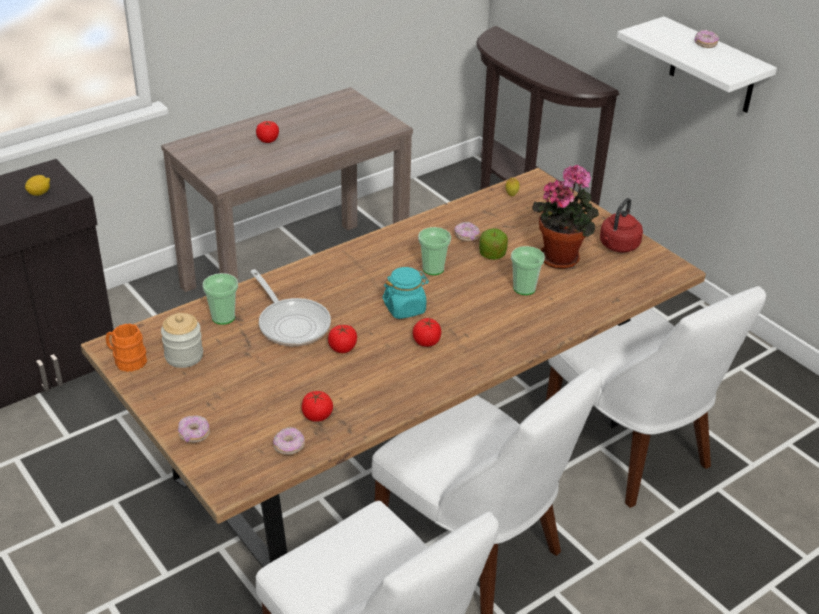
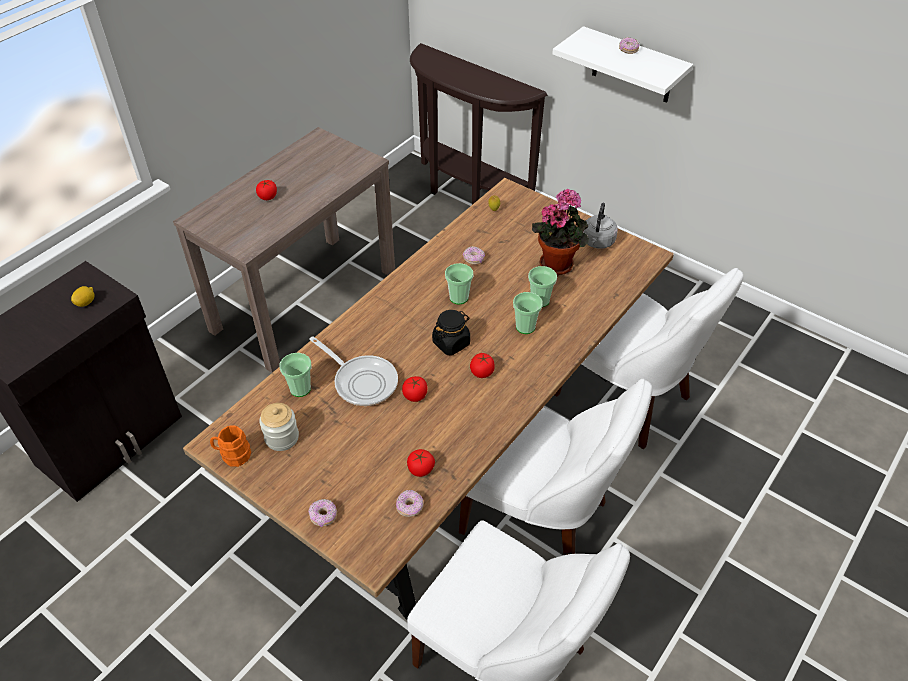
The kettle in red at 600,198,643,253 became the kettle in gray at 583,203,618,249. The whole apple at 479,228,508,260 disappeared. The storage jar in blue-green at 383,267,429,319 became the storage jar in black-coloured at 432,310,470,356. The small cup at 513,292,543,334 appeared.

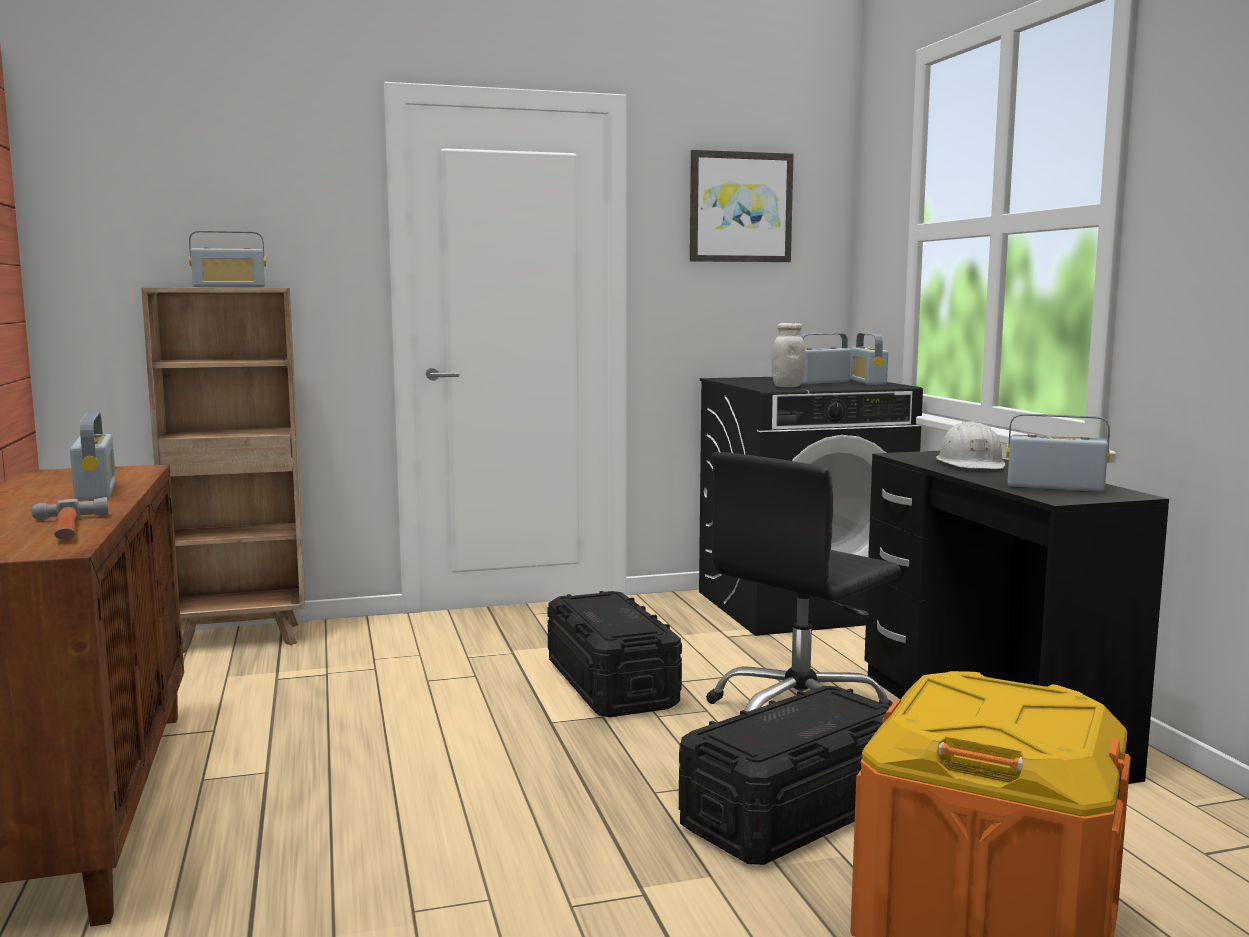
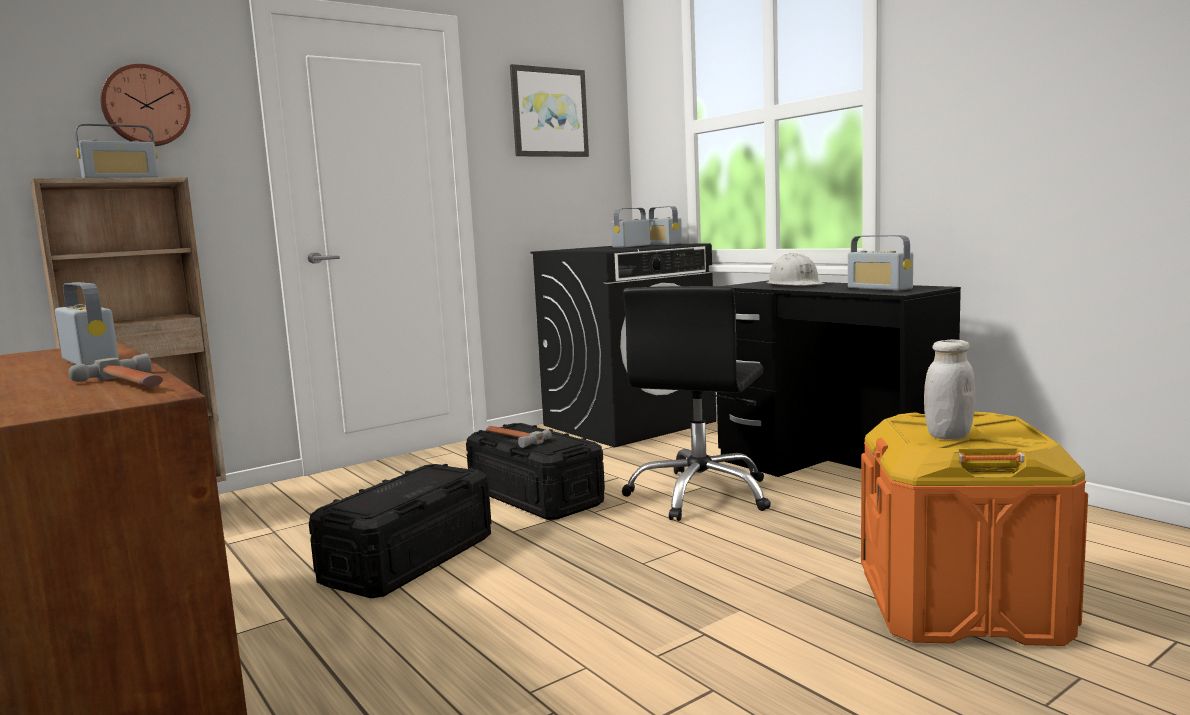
The storage jar in whitish moved from 772,323,806,387 to 924,339,975,440. The radio receiver at 1006,413,1110,492 turned 120 degrees counterclockwise. The storage bin in black-coloured moved from 679,686,890,865 to 309,464,491,598. The wall clock at 100,64,191,146 appeared. The hand hammer at 486,426,552,448 appeared.

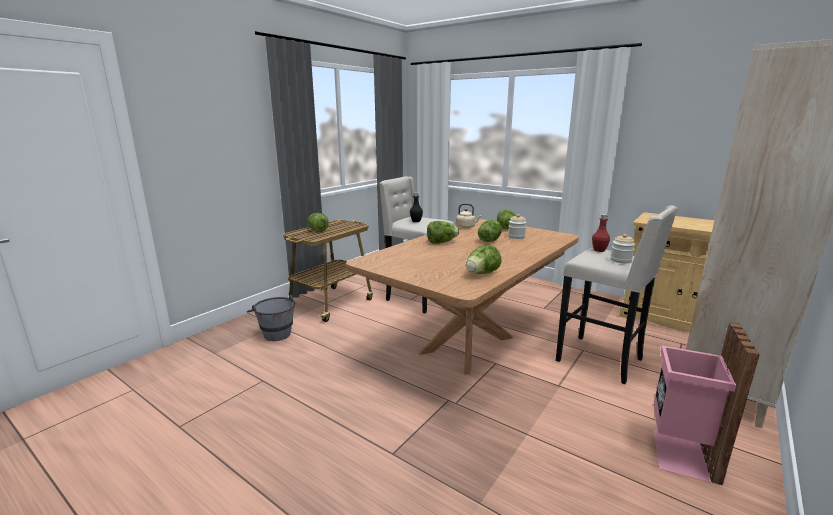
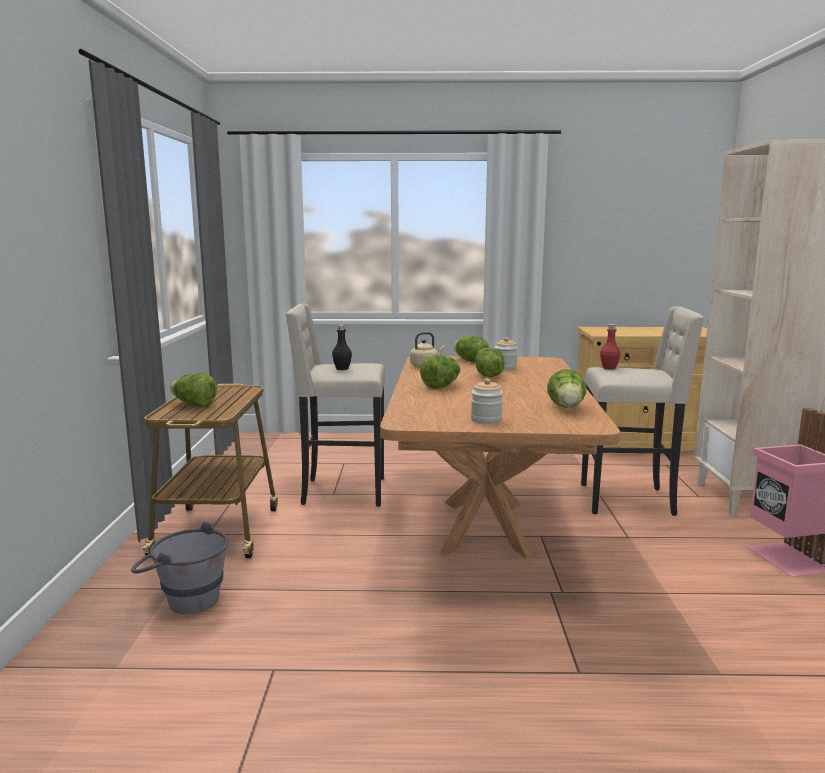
The storage jar moved from 610,234,635,263 to 471,378,503,424.

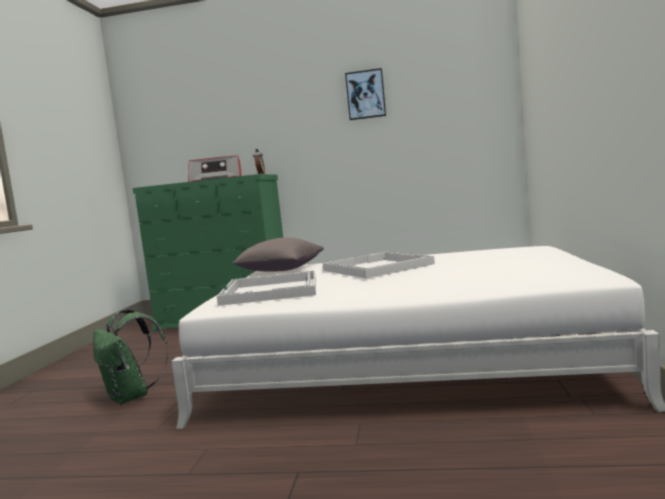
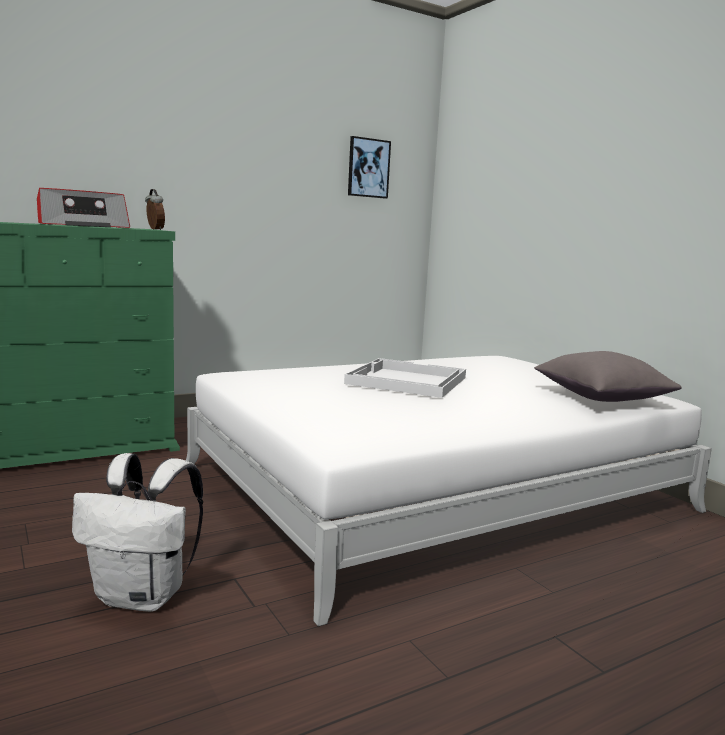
The picture moved from 345,68,386,120 to 348,136,391,199. The pillow in gray moved from 232,237,324,272 to 534,351,681,402. The tray in whitish at 217,270,316,306 disappeared. The knapsack in green at 93,309,168,404 became the knapsack in whitish at 72,453,203,612.

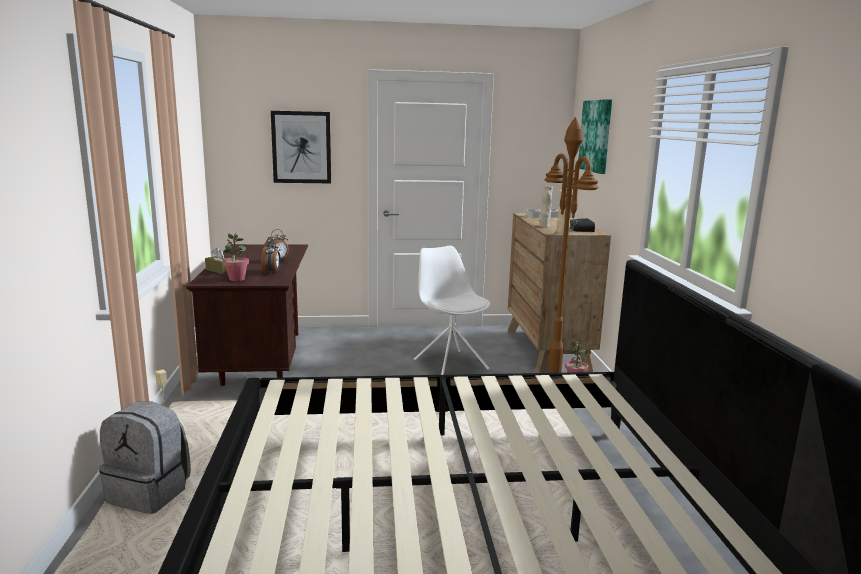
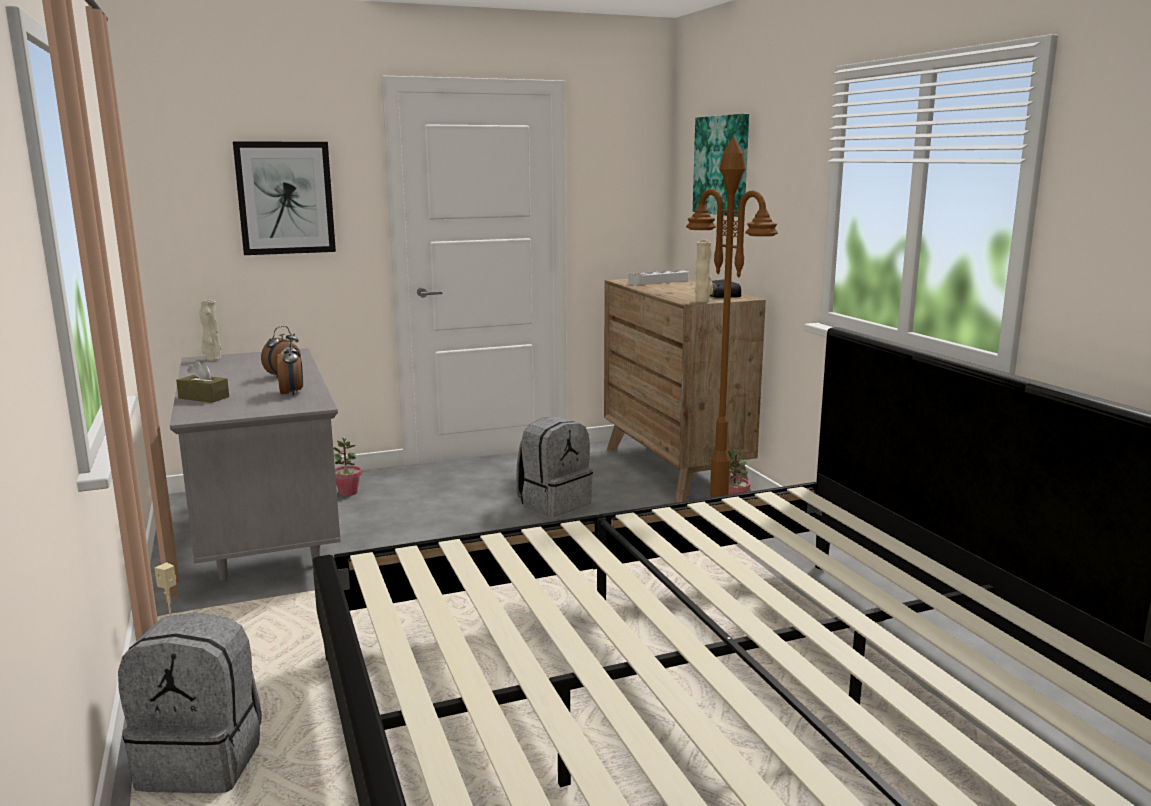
The vase in sand-coloured moved from 538,186,553,227 to 200,300,221,361. The houseplant moved from 223,232,249,281 to 333,437,362,496. The desk unit in brown-coloured at 186,244,308,386 became the desk unit in gray at 170,348,340,581. The upright chair in whitish at 414,245,490,375 was replaced by the knapsack in gray at 516,417,593,517.

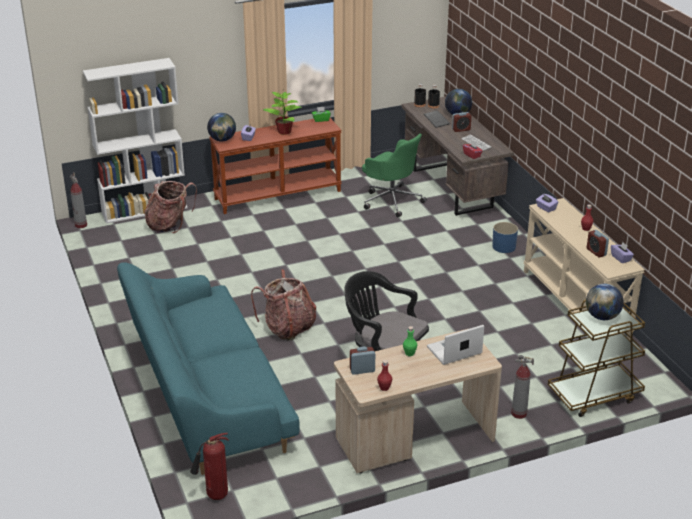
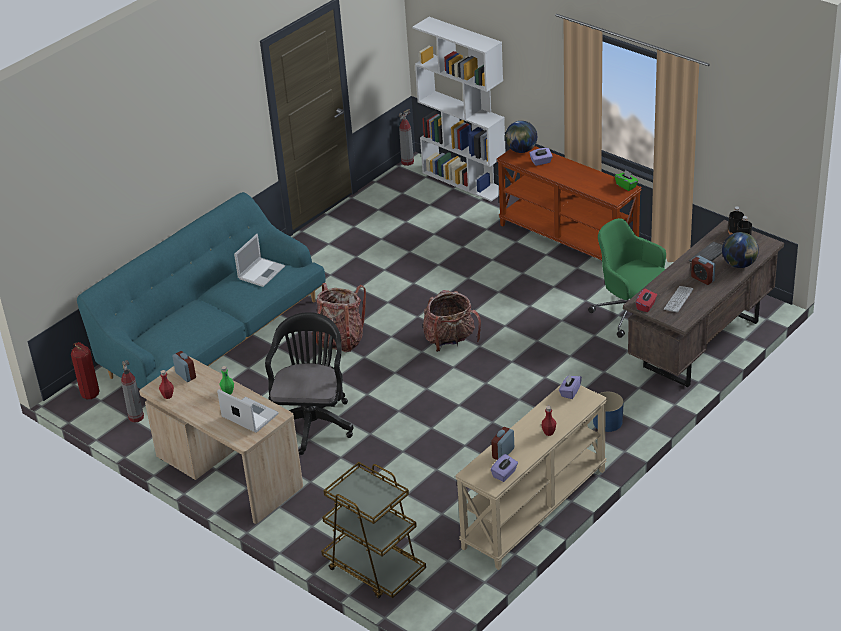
The houseplant at 263,92,302,135 disappeared. The desk chair in green at 362,134,427,217 turned 120 degrees clockwise. The knapsack moved from 144,181,197,234 to 423,290,481,352. The globe at 586,283,624,320 disappeared. The extinguisher moved from 511,355,534,419 to 121,360,144,423. The notebook computer at 234,234,285,287 appeared.

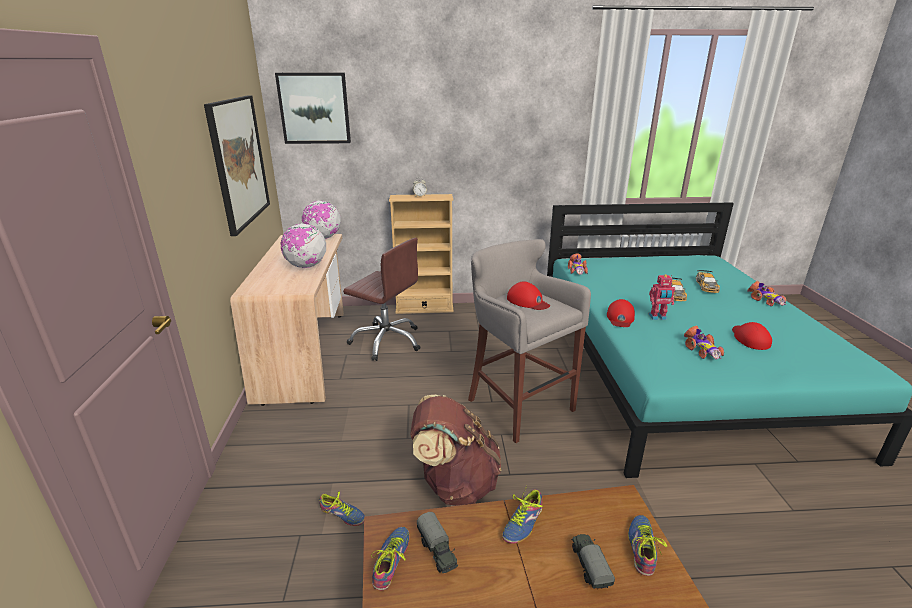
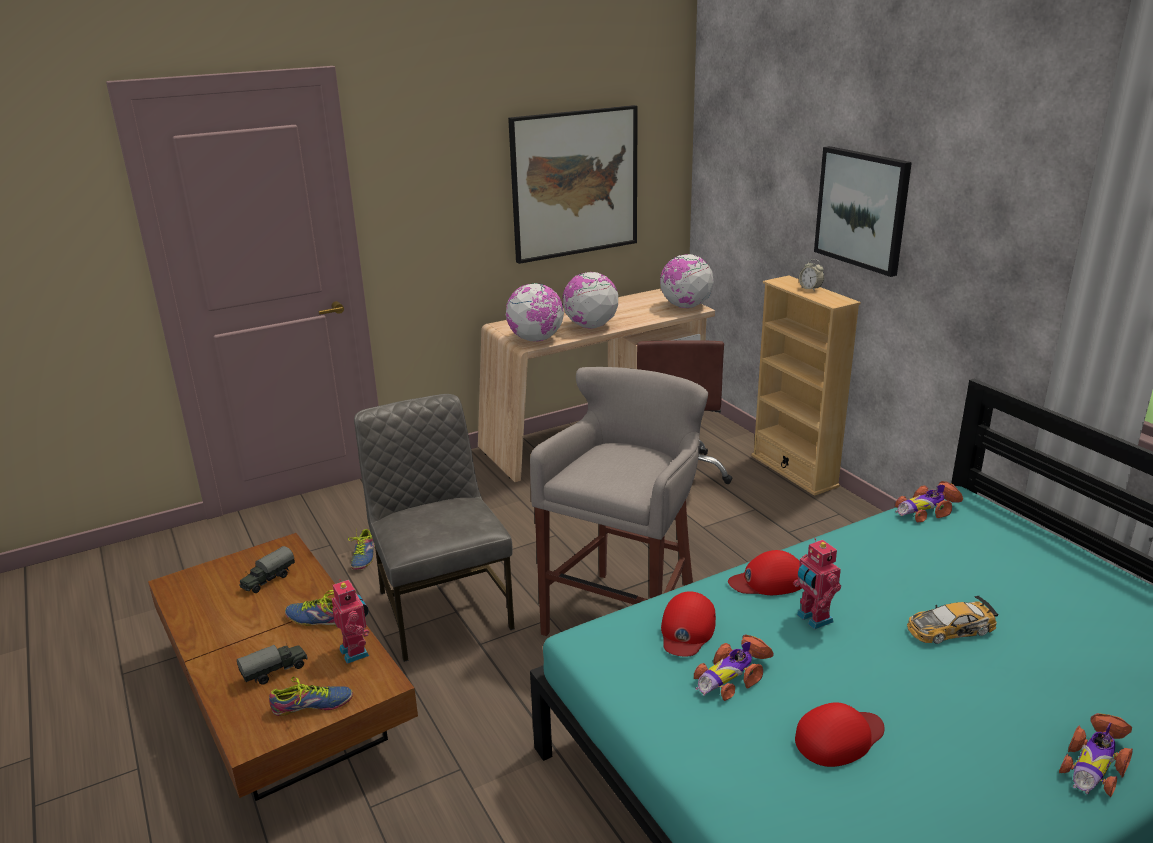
The picture moved from 275,73,351,144 to 814,146,912,277. The toy car at 696,270,720,293 disappeared. The baseball cap in red moved from 507,282,550,310 to 661,591,716,657. The knapsack in brown-coloured at 410,395,501,506 was replaced by the upright chair in gray at 354,394,515,662. The shoe at 371,527,409,590 disappeared. The globe at 506,283,564,342 appeared. The robot figure at 331,579,370,664 appeared.

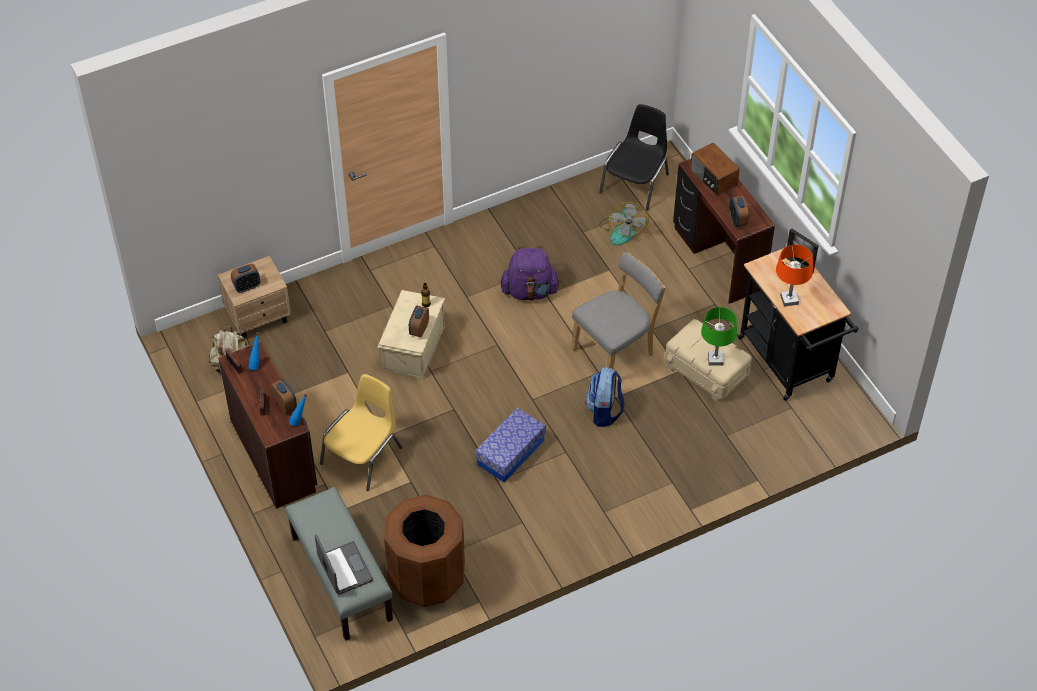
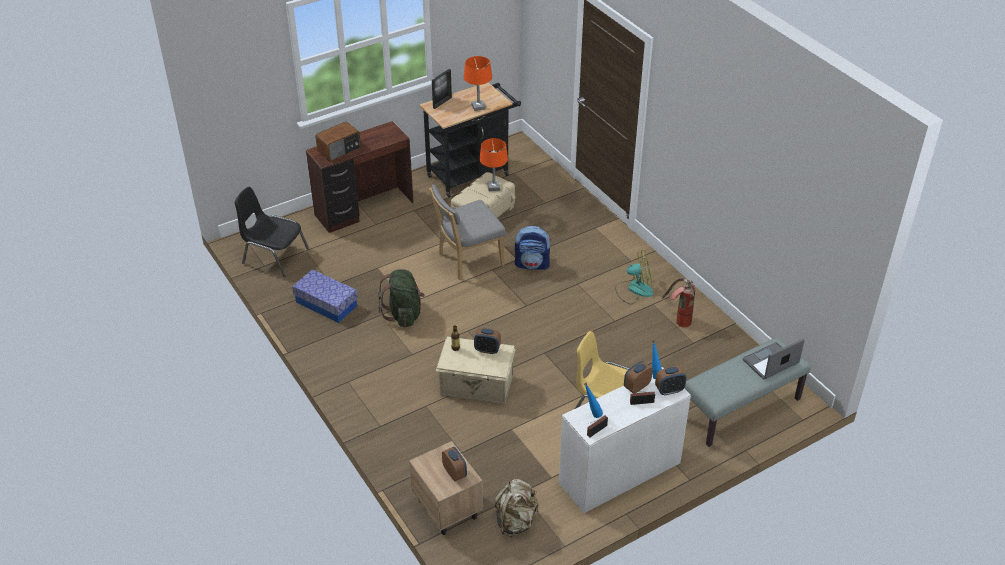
The bedside clock moved from 729,196,749,227 to 655,366,687,396. The cooling fan moved from 599,202,649,245 to 615,249,654,304. The knapsack in purple at 501,246,560,301 became the knapsack in green at 378,269,425,327. The upright chair in gray at 572,252,666,369 turned 75 degrees counterclockwise. The table lamp in green at 701,307,737,365 became the table lamp in orange at 479,138,508,191. The desk unit in brown-coloured at 218,341,317,509 became the desk unit in whitish at 559,367,691,513. The storage bin moved from 475,408,546,483 to 292,269,358,323. The rubbish bin in brown-coloured at 384,495,465,607 disappeared. The extinguisher at 661,278,695,328 appeared.

